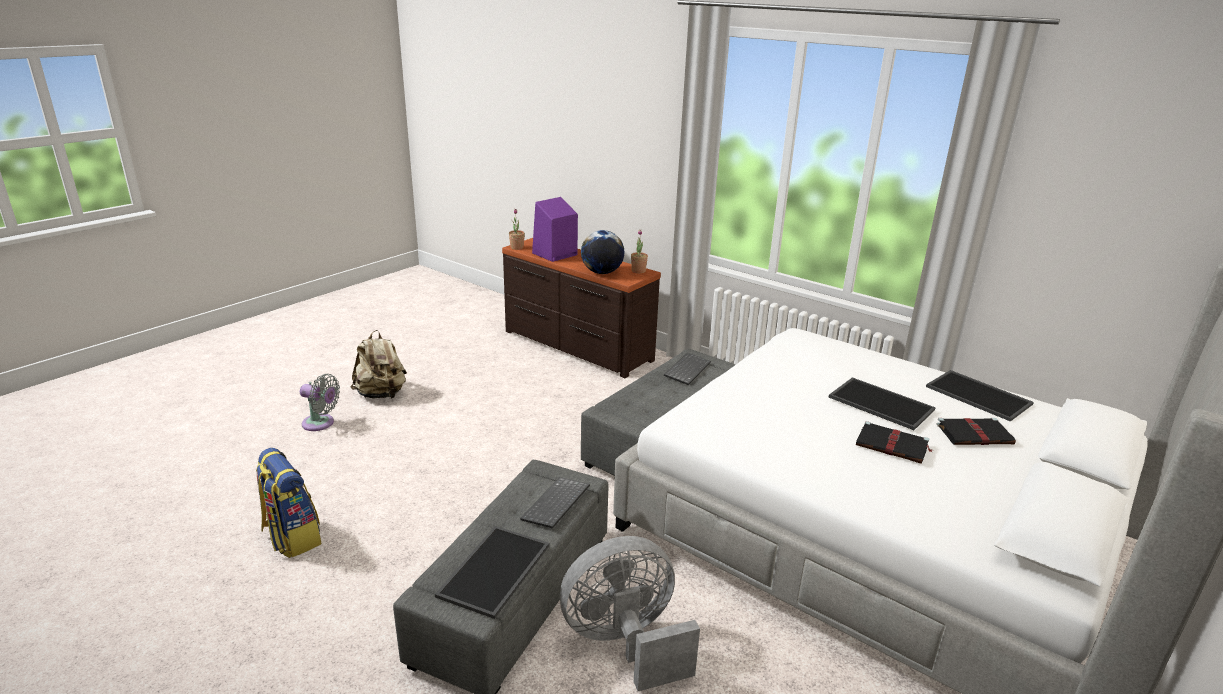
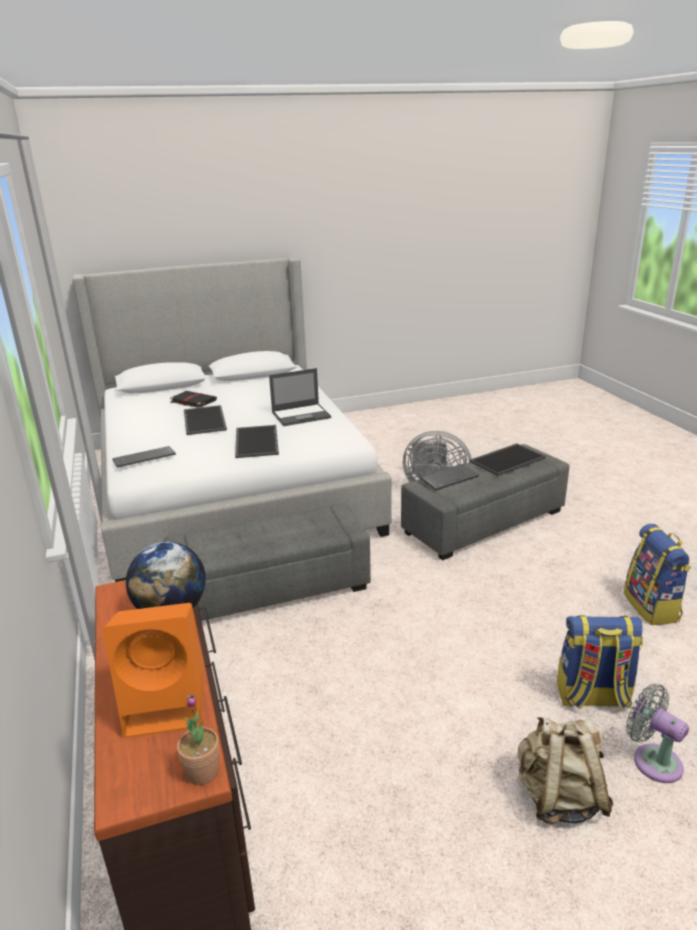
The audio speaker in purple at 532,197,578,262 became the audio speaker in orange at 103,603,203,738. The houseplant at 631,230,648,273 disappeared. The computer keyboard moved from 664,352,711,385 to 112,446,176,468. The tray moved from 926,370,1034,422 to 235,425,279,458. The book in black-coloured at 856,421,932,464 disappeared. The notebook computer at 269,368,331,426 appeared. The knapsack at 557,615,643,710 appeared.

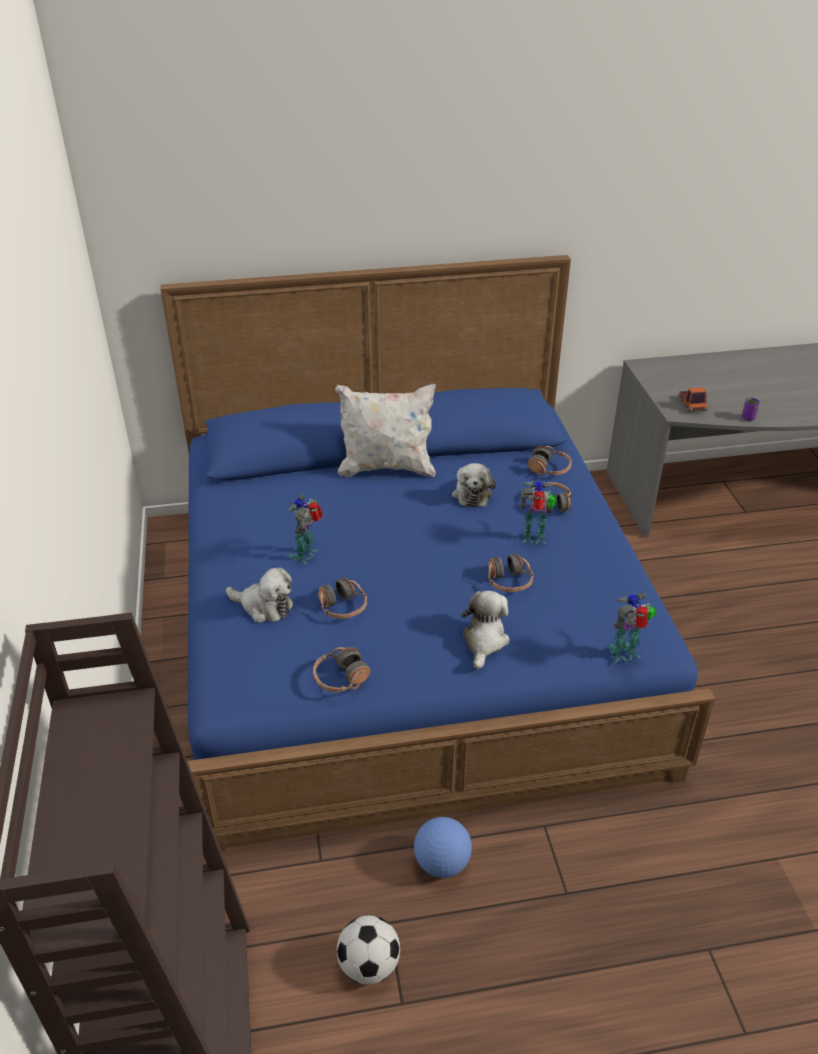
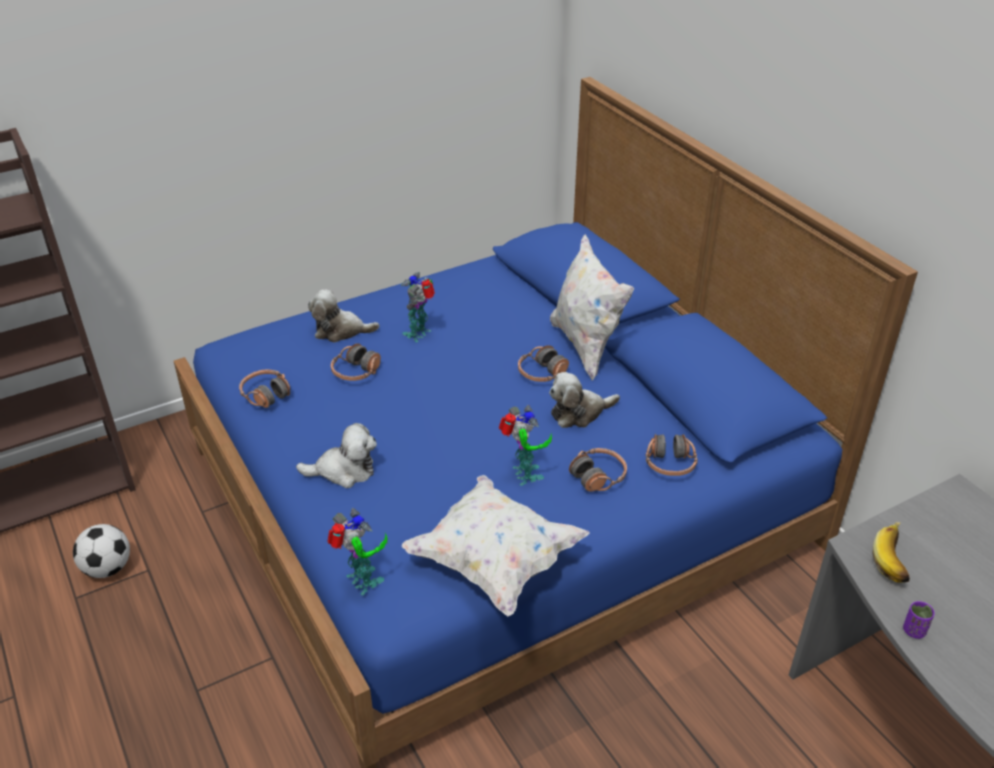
The toy truck at 679,387,708,412 was replaced by the whole banana at 872,522,910,583. The robot figure at 288,494,323,564 turned 60 degrees counterclockwise. The headphones moved from 488,553,534,592 to 518,345,569,382. The plush toy at 226,567,293,623 turned 90 degrees clockwise. The ball for football at 414,817,472,878 disappeared. The pillow in whitish at 402,475,590,616 appeared.

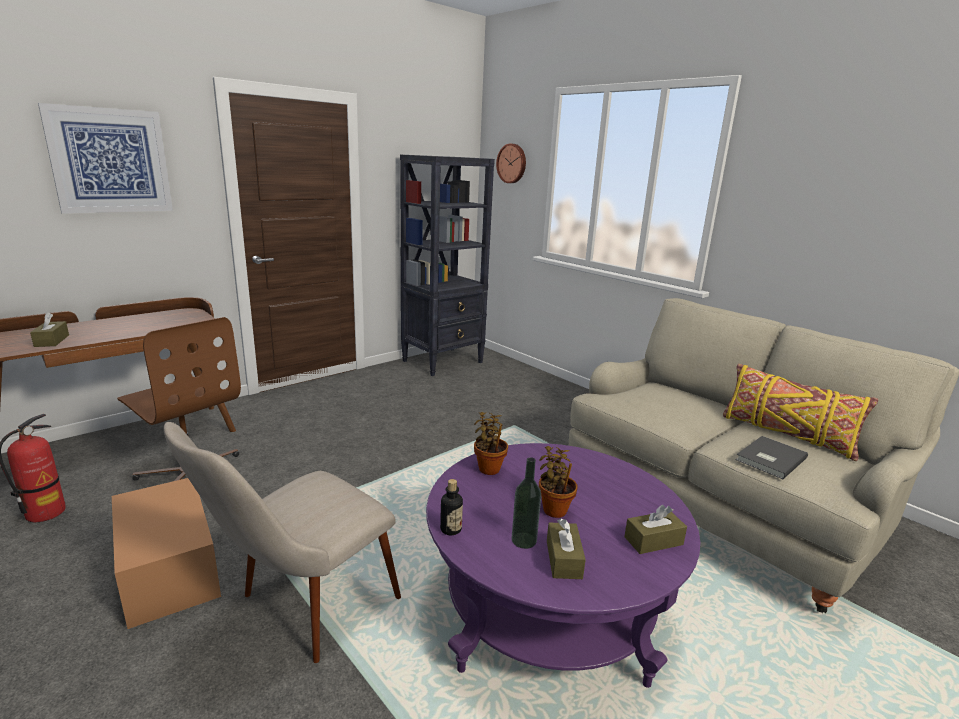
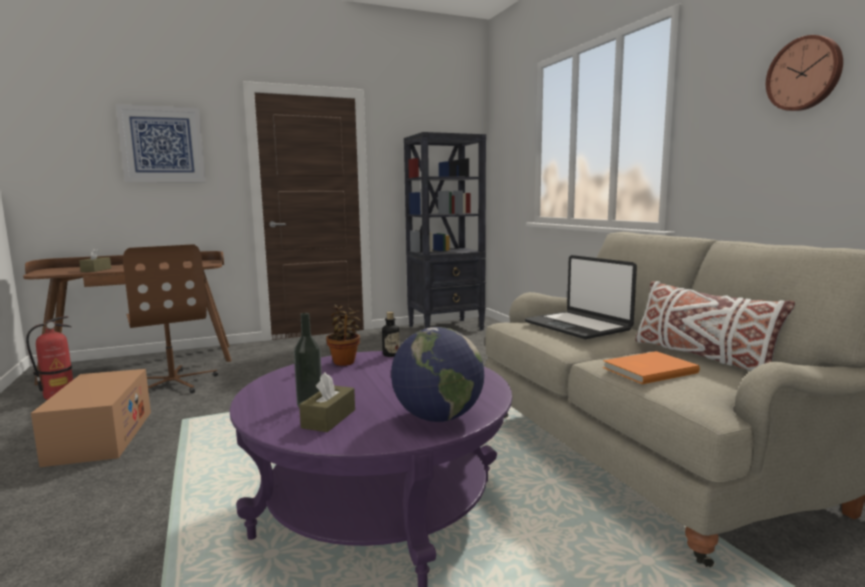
The wall clock moved from 496,144,526,183 to 766,35,843,111. The pillow in yellow-coloured at 723,364,878,461 became the pillow in whitish at 635,281,795,371. The upright chair in sand-coloured at 164,422,401,663 disappeared. The book in gray at 736,436,808,479 became the book in orange at 603,351,700,384. The houseplant at 539,446,578,518 disappeared. The beverage bottle moved from 440,479,463,535 to 382,312,400,357. The tissue holder in brown-coloured at 624,505,687,554 was replaced by the globe at 391,327,484,422. The notebook computer at 525,255,637,340 appeared.

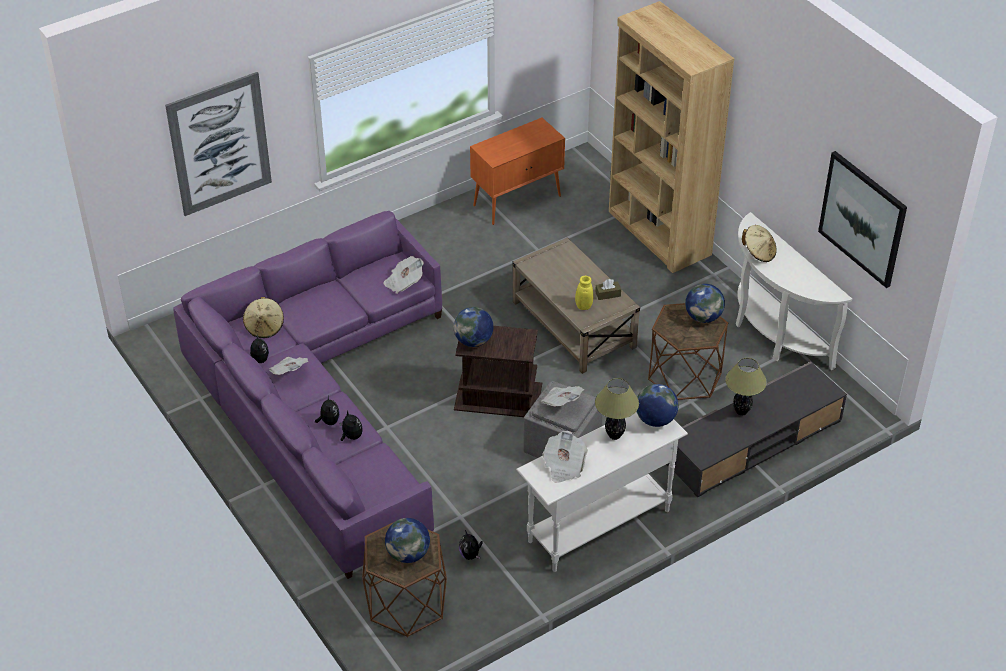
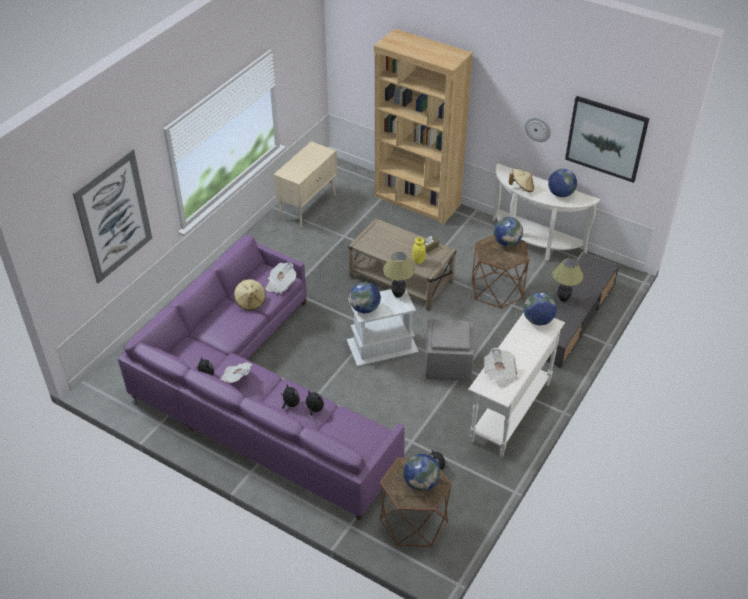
The cupboard in orange at 470,118,565,225 became the cupboard in sand-coloured at 274,141,337,228. The wearable hat in sand-coloured moved from 243,297,284,338 to 234,279,266,310. The end table in brown-coloured at 454,326,542,417 became the end table in whitish at 347,289,419,366. The table lamp moved from 595,378,639,440 to 383,252,415,298. The newspaper at 541,386,584,406 disappeared. The wall clock at 525,117,551,142 appeared. The globe at 548,169,577,197 appeared.

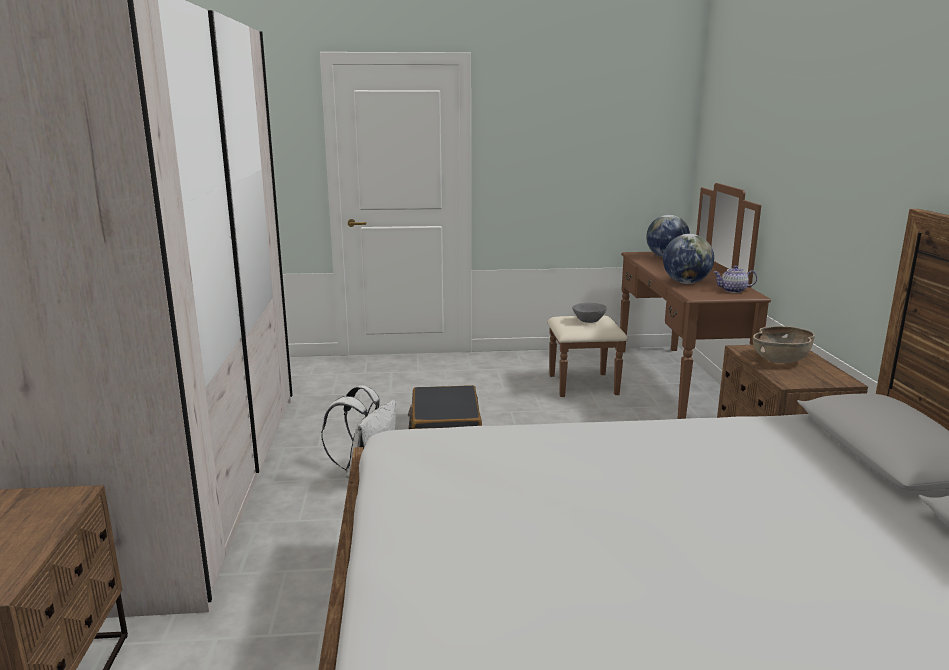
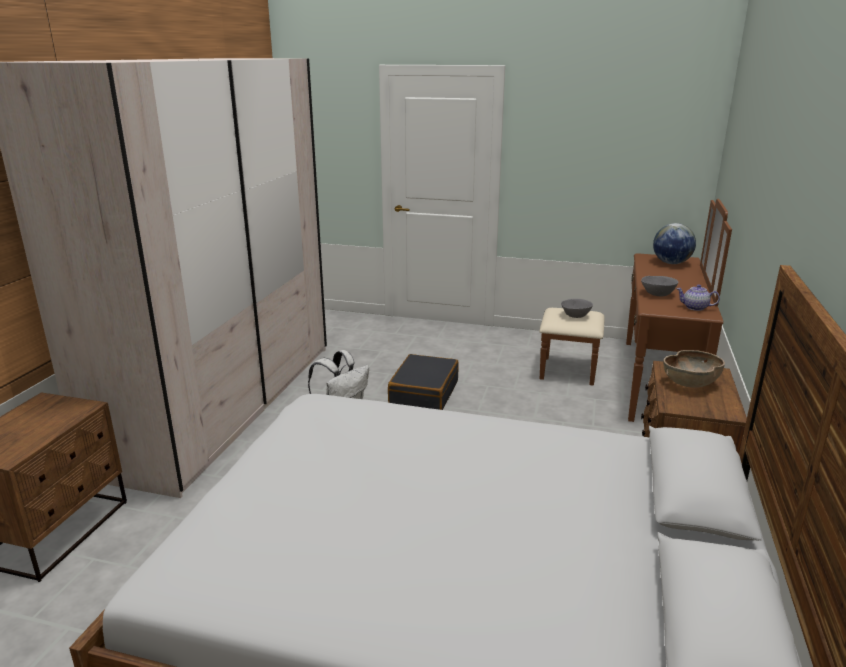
The globe at 663,234,714,284 was replaced by the deep dish in gray at 641,276,678,297.

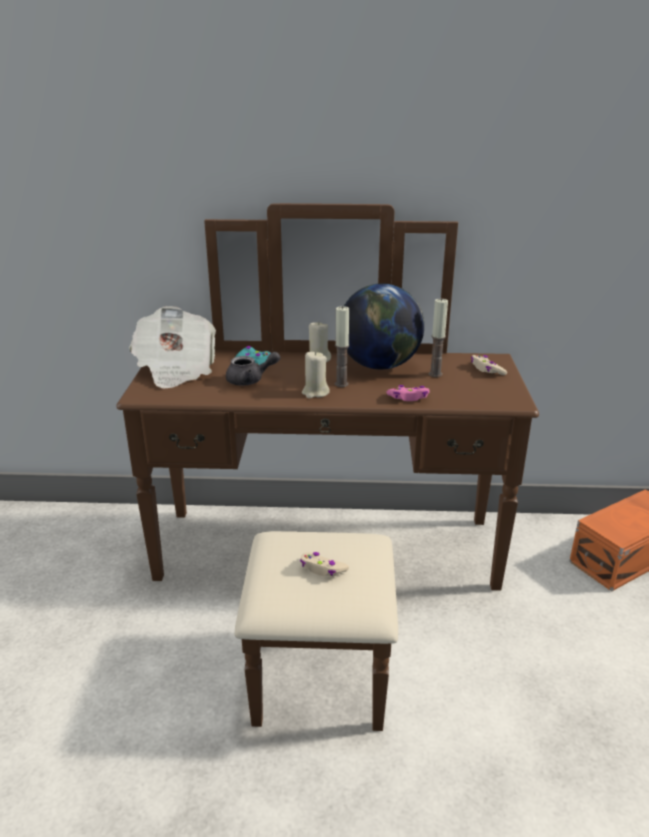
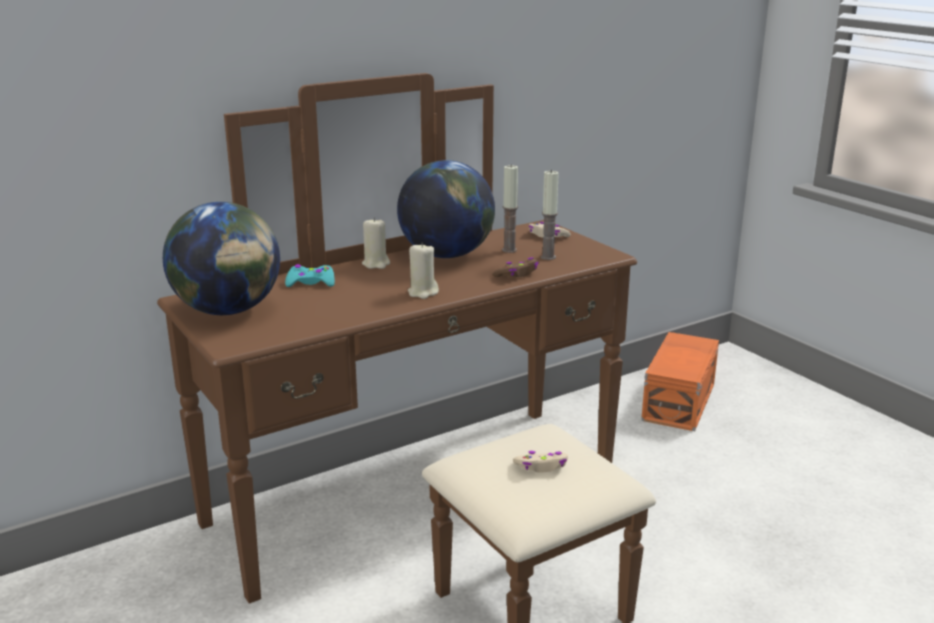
The newspaper at 129,306,216,389 was replaced by the globe at 163,202,280,315. The wax light moved from 335,306,349,387 to 541,170,559,260. The tea pot in gray at 226,352,280,386 disappeared. The gamepad in pink-coloured at 386,385,430,401 became the gamepad in brown-coloured at 492,257,539,277.

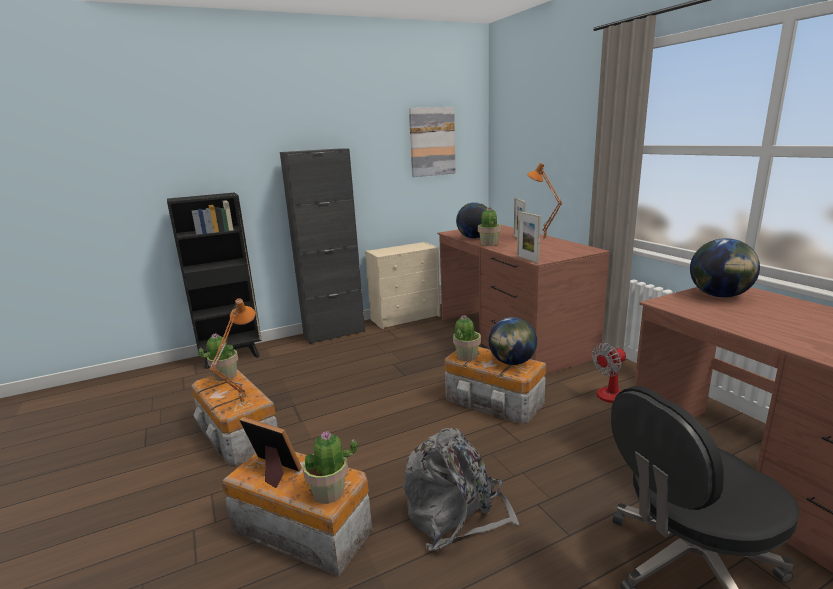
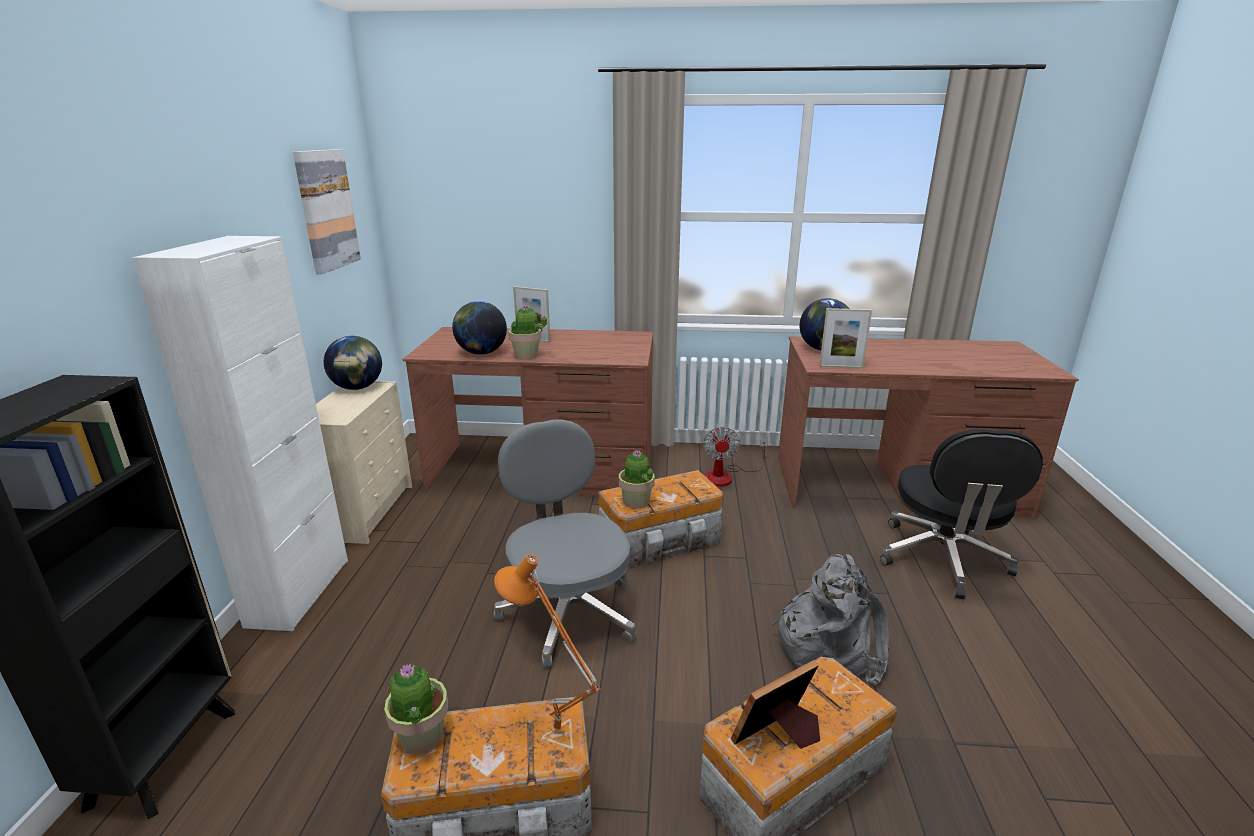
The cupboard in black-coloured at 280,148,365,344 became the cupboard in whitish at 132,236,348,631. The table lamp in orange at 527,163,563,240 disappeared. The picture frame moved from 517,211,541,263 to 819,308,872,368. The globe moved from 489,317,537,365 to 324,336,382,390. The houseplant at 303,431,357,504 disappeared. The desk chair in gray at 494,420,637,668 appeared.

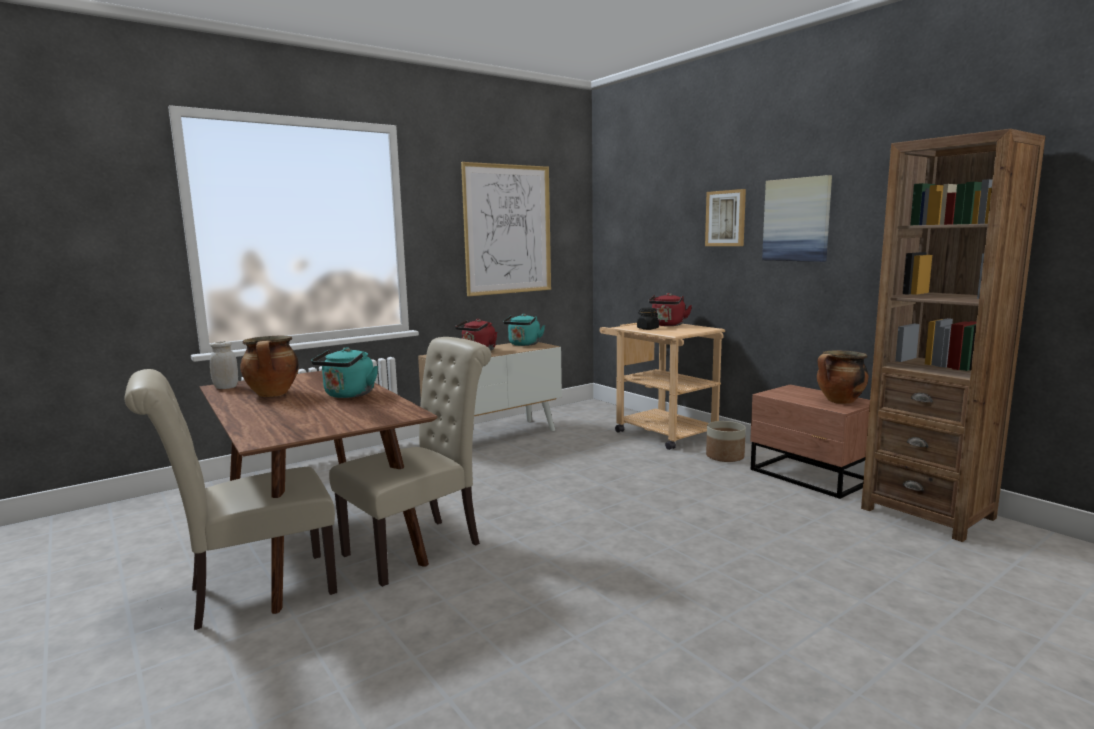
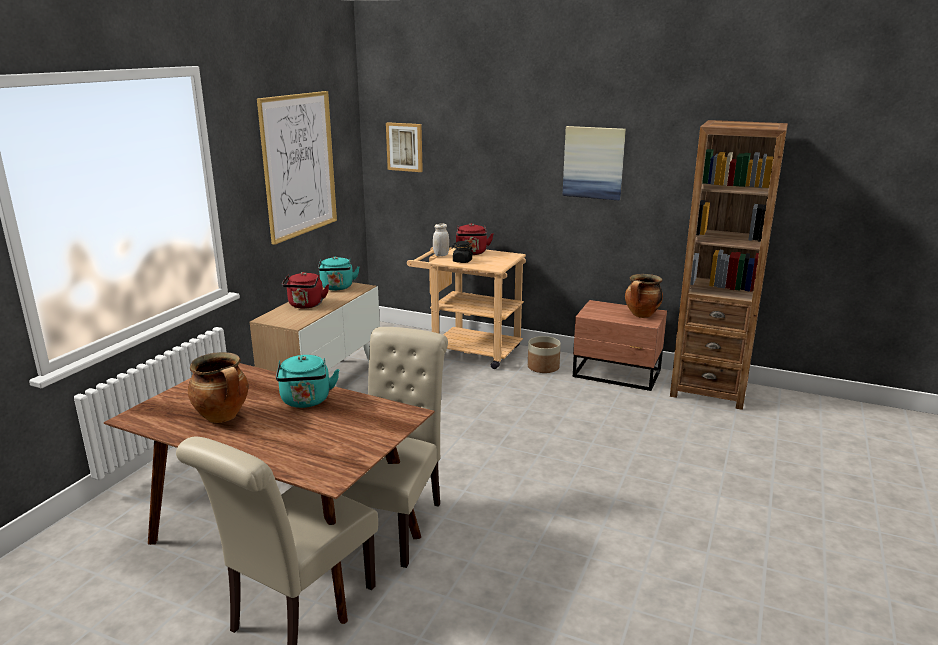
The picture moved from 705,189,746,246 to 386,122,423,172. The storage jar in whitish moved from 210,341,238,389 to 433,223,450,256.

